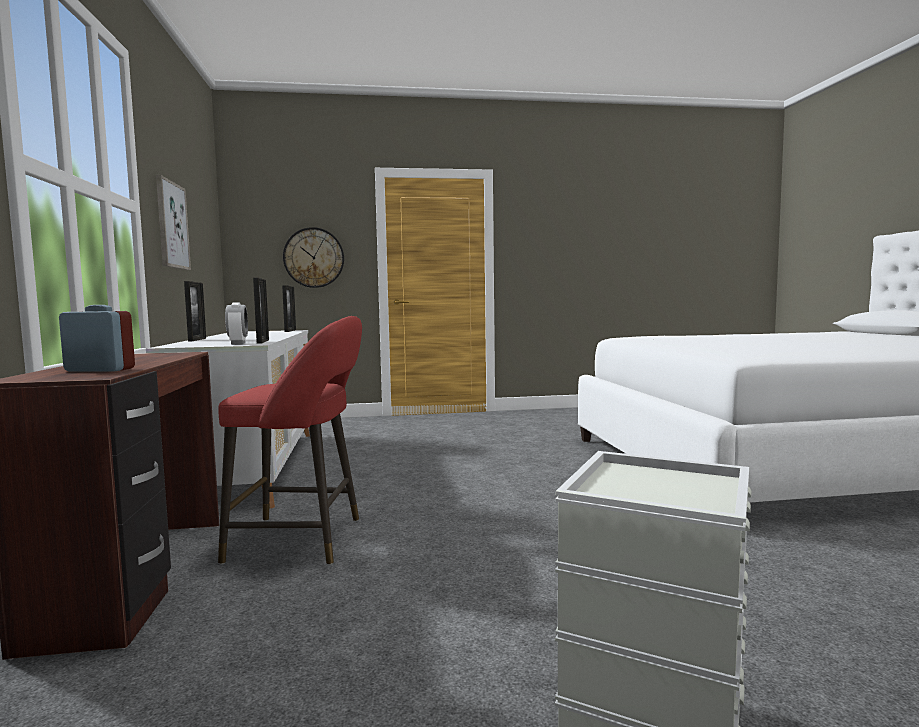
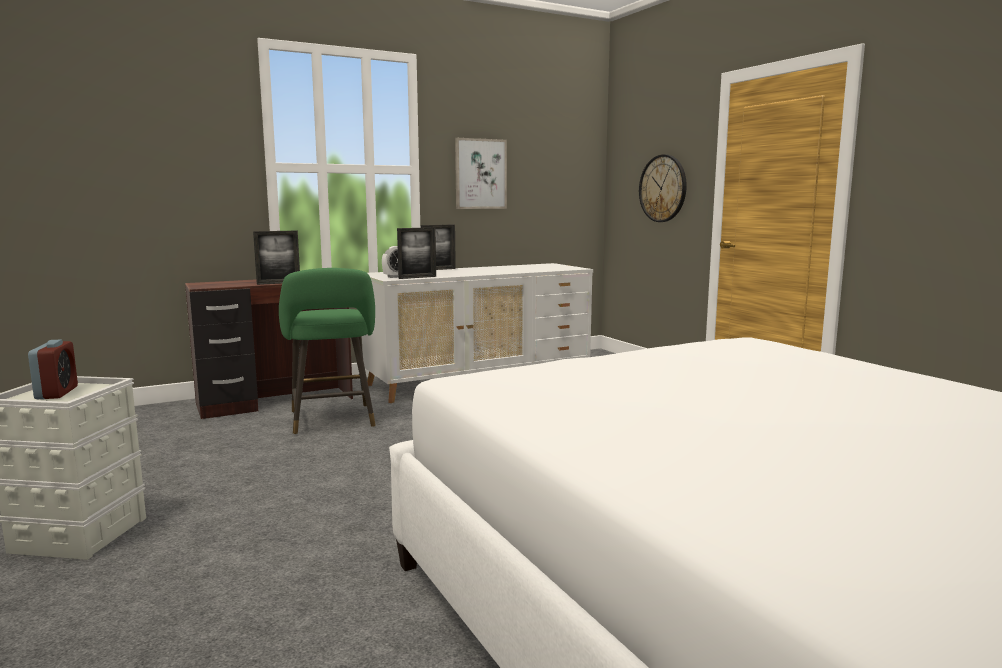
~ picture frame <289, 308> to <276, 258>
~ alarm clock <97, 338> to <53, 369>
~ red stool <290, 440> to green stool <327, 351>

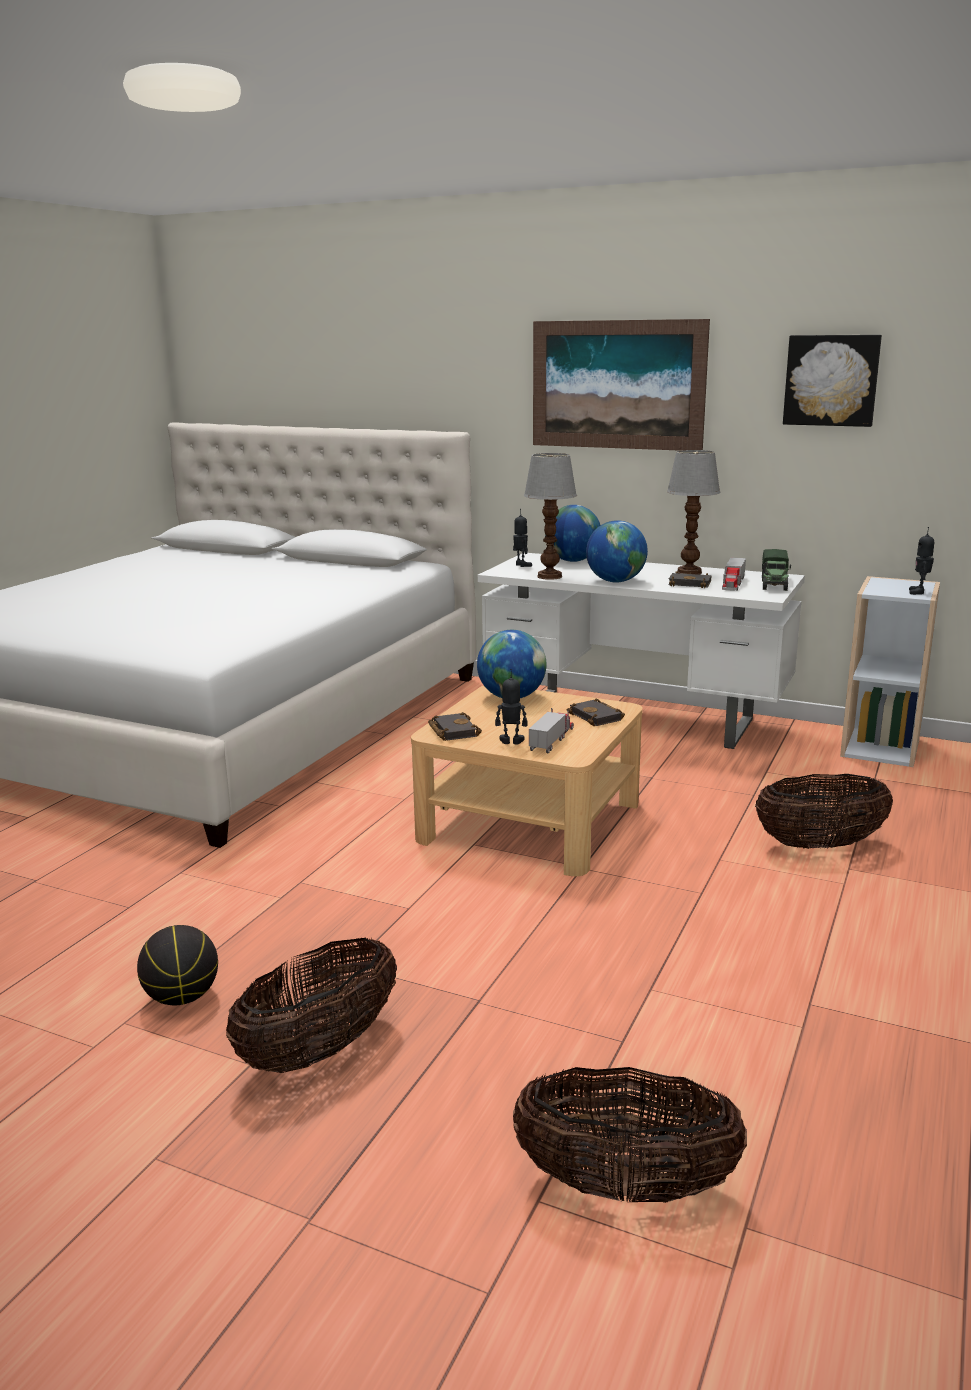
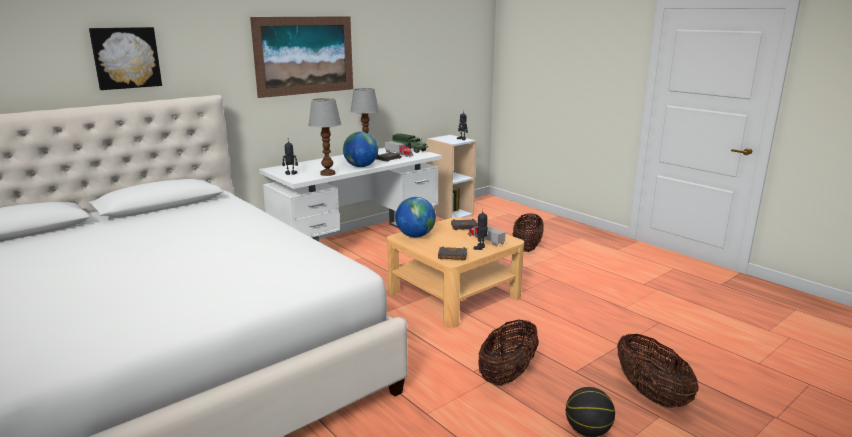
~ picture <832, 381> to <125, 58>
- globe <572, 533>
~ basket <630, 1135> to <508, 353>

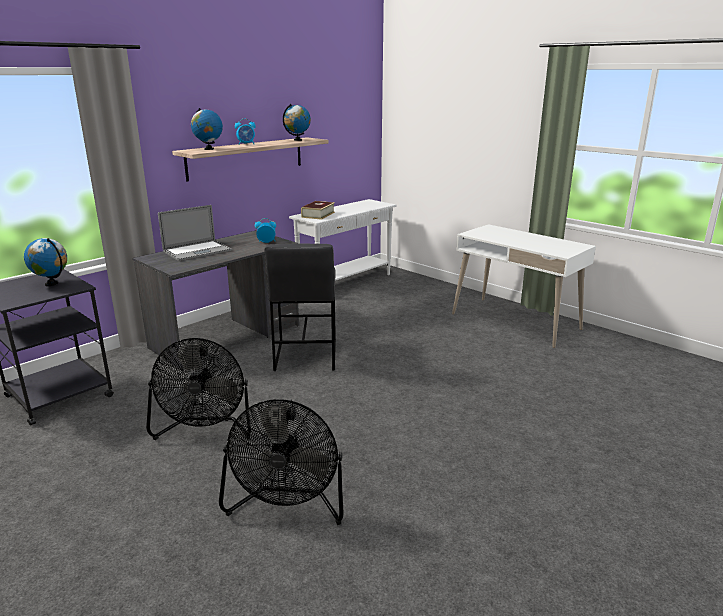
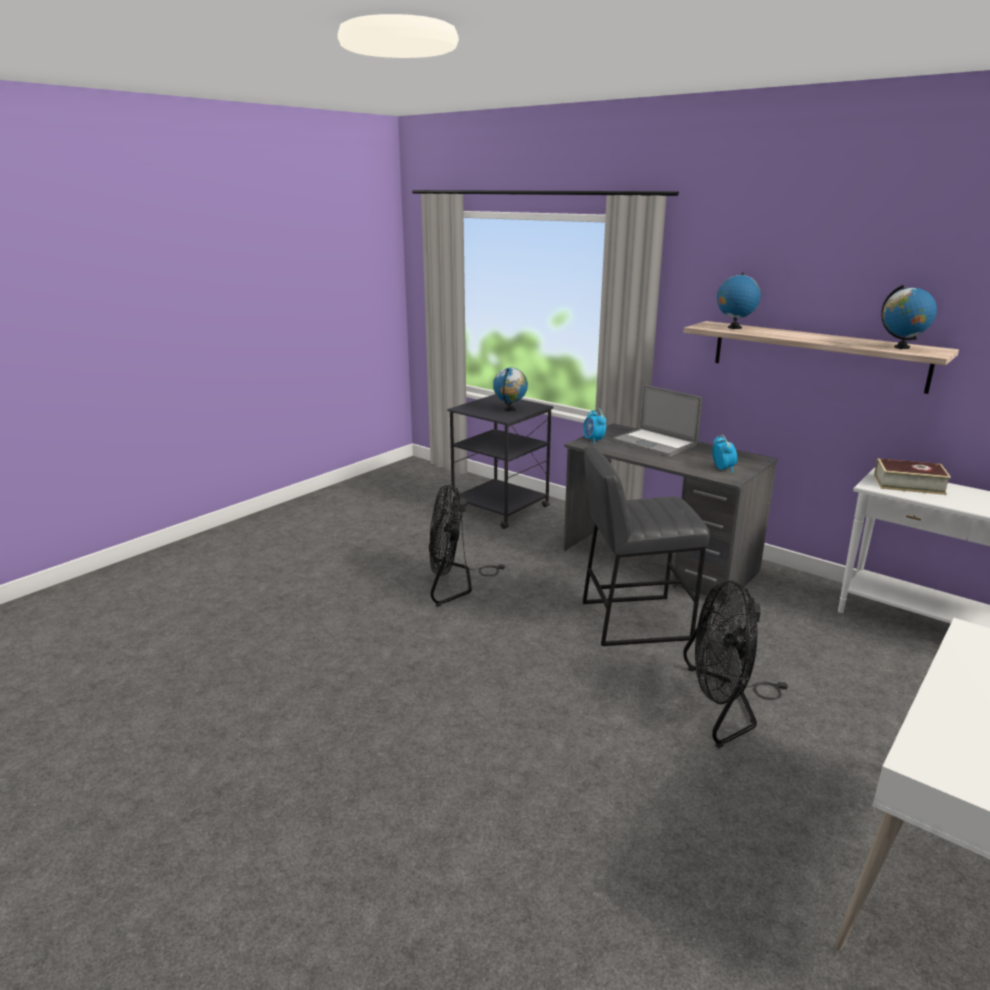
~ alarm clock <245, 132> to <594, 426>
~ black fan <281, 462> to <736, 664>

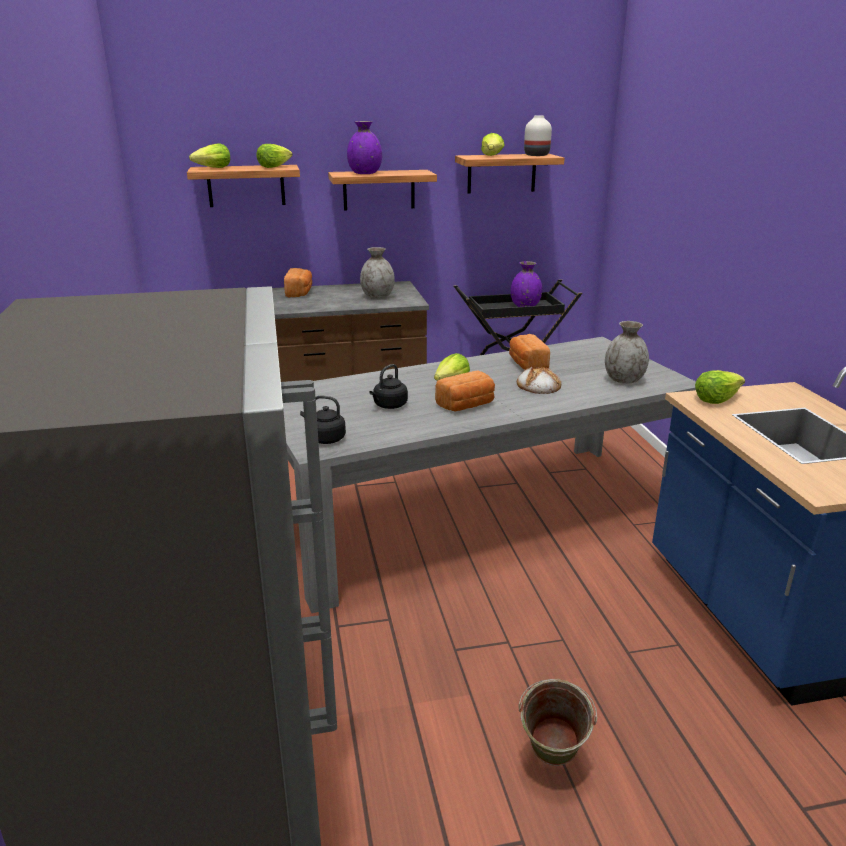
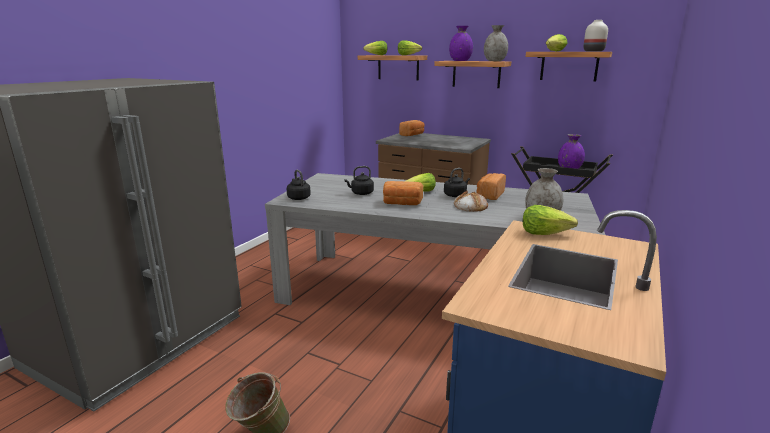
~ grey vase <377, 272> to <496, 43>
+ black kettle <457, 182>

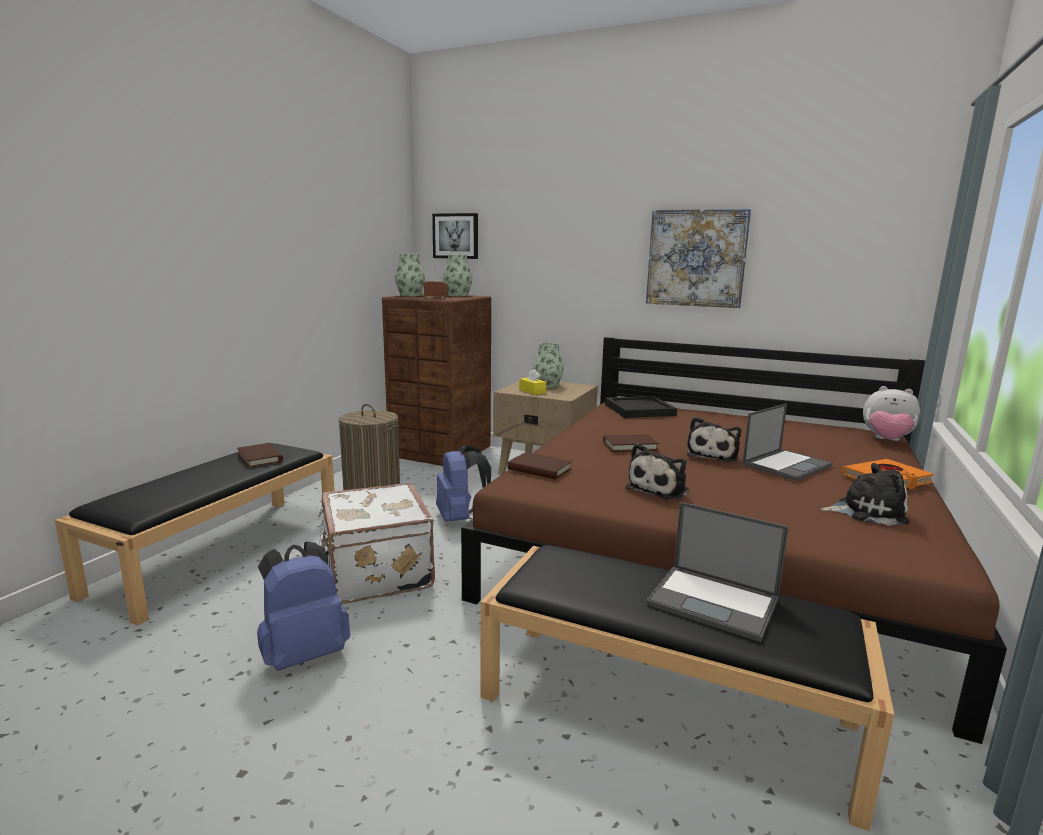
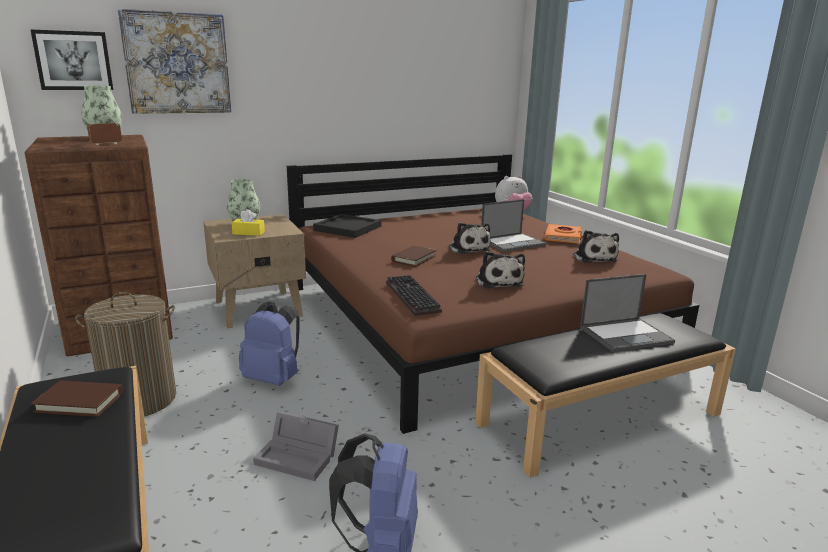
~ picture <698, 258> to <174, 61>
- vase <410, 275>
~ laptop <787, 442> = <513, 225> 60 degrees clockwise
~ brown book <539, 466> to keyboard <414, 295>
~ plush toy <865, 494> = <596, 246> 120 degrees clockwise
~ white suitcase <377, 543> to grey storage box <296, 446>

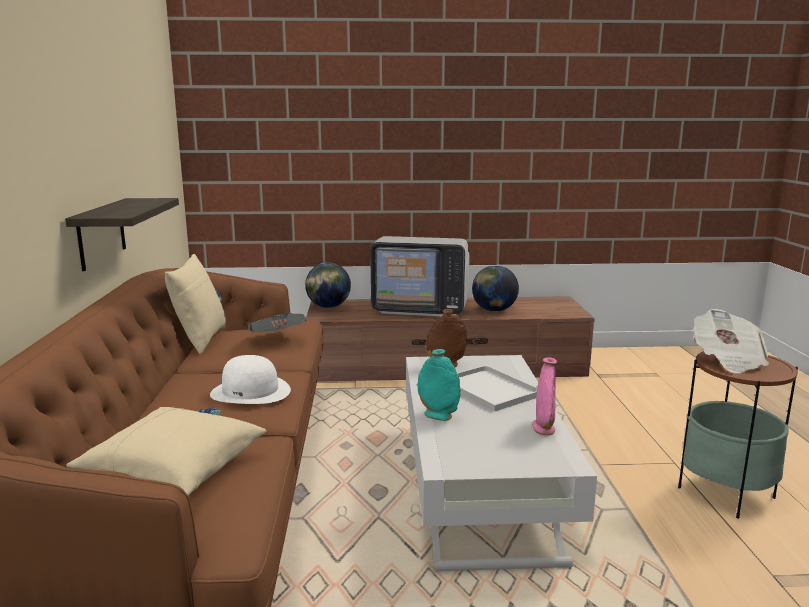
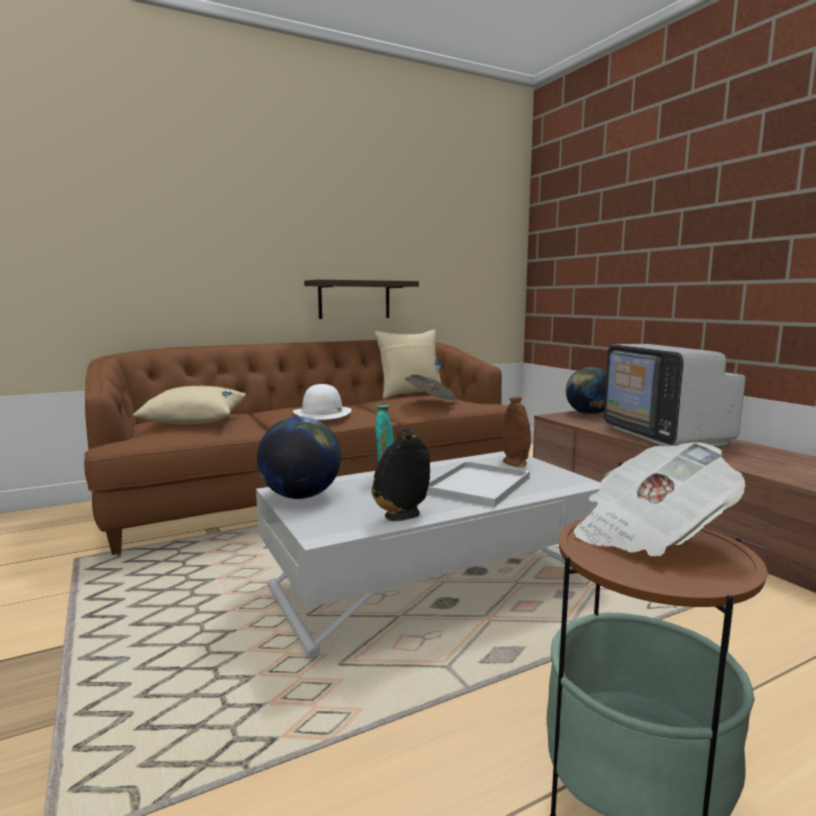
~ globe <495, 288> to <299, 457>
~ pink vase <544, 396> to black vase <401, 474>

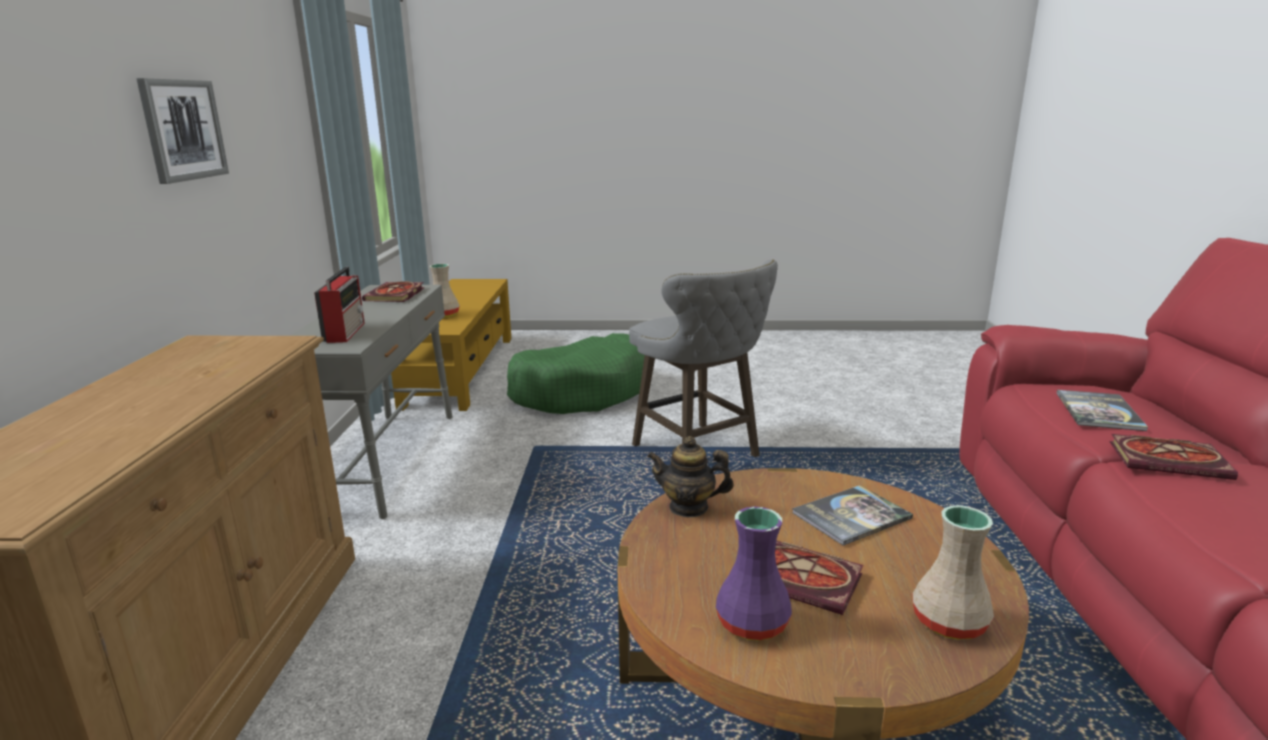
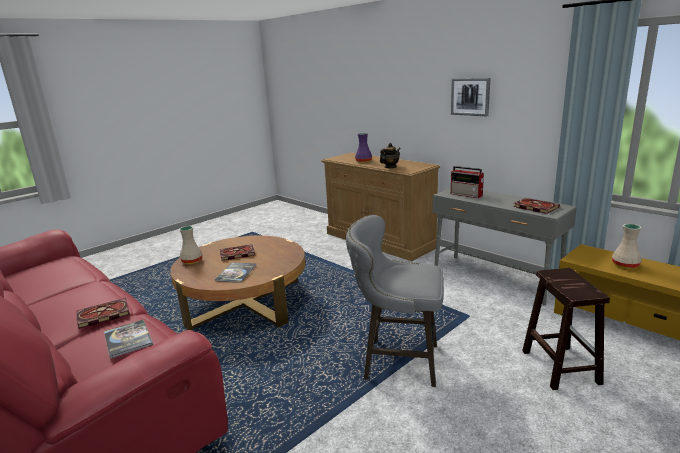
~ green dog bed <576, 373> to brown stool <566, 329>
~ teapot <690, 477> to <390, 155>
~ purple vase <754, 574> to <363, 148>

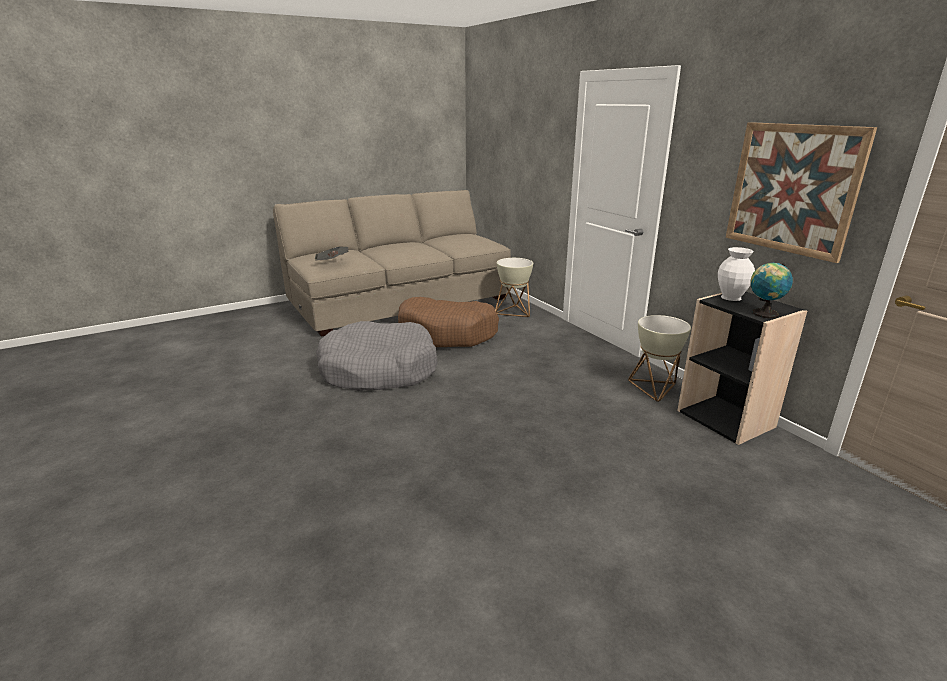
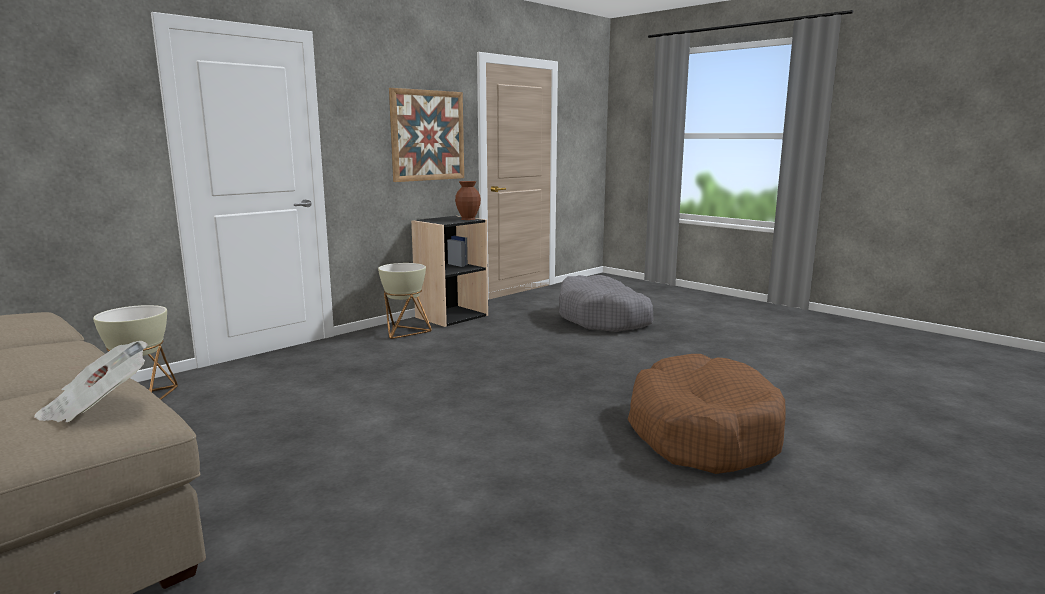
- white vase <736, 274>
~ globe <771, 290> to brown vase <468, 200>
~ brown dog bed <448, 322> to <706, 414>
~ grey dog bed <377, 356> to <606, 303>

